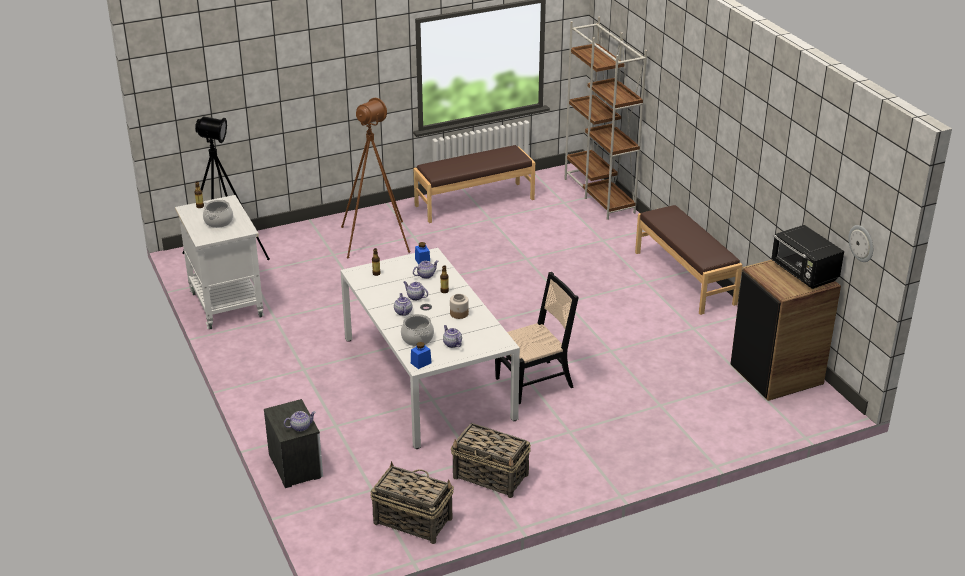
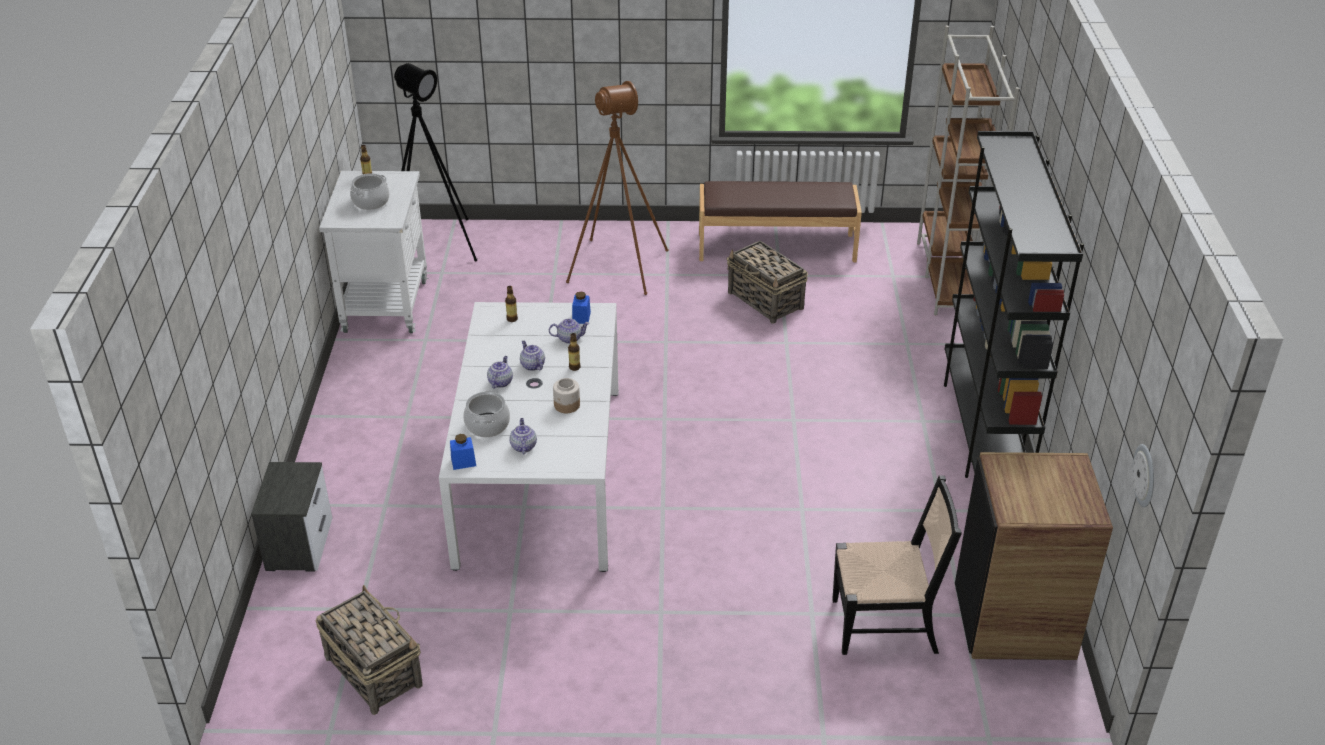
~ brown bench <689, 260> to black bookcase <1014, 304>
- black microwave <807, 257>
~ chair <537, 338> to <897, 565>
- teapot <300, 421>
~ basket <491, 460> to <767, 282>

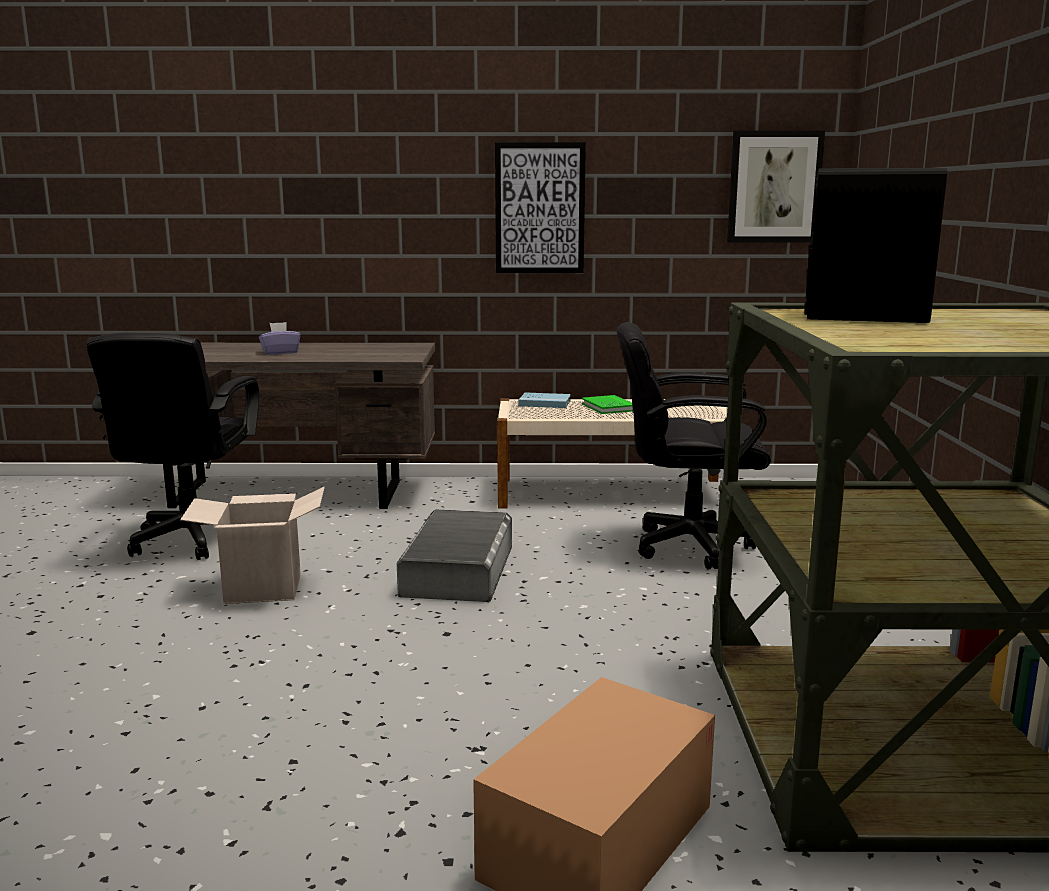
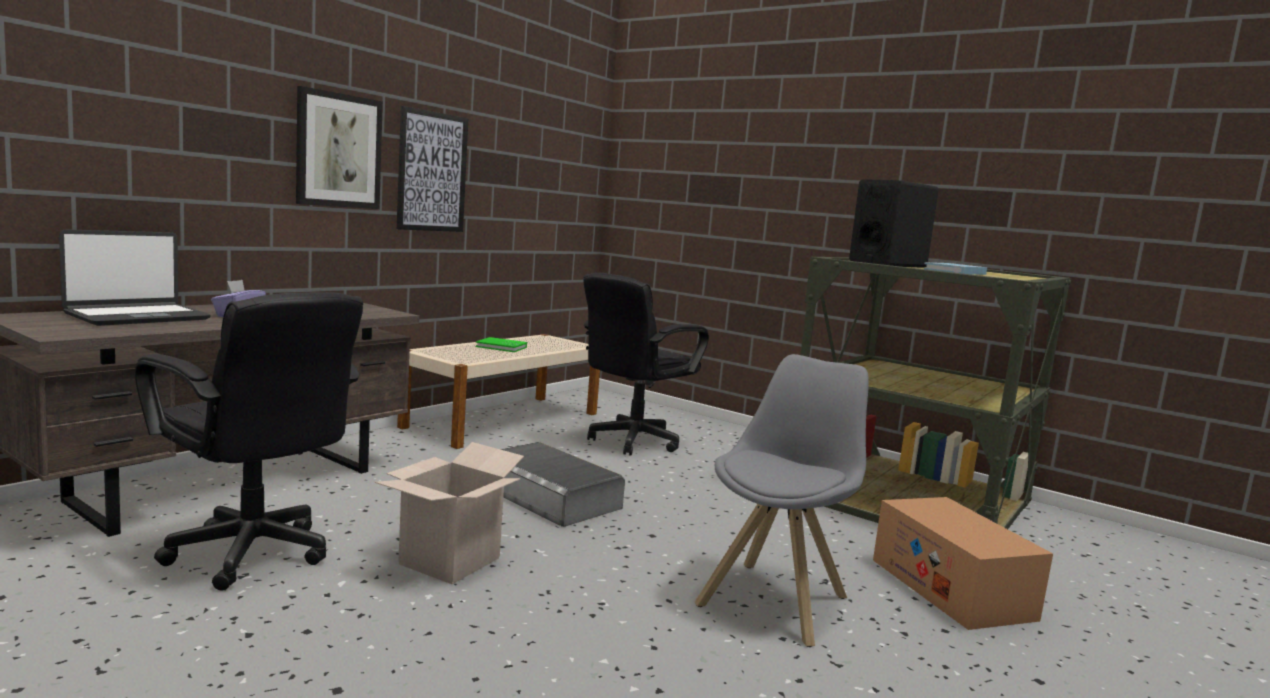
~ picture <776, 186> to <339, 147>
~ blue book <544, 400> to <955, 268>
+ laptop <135, 277>
+ grey chair <782, 500>

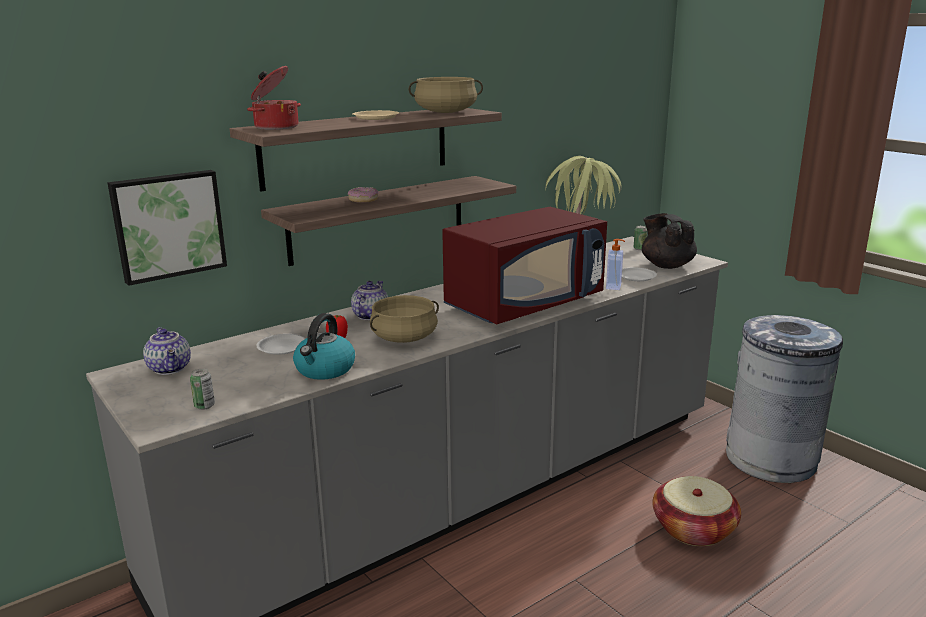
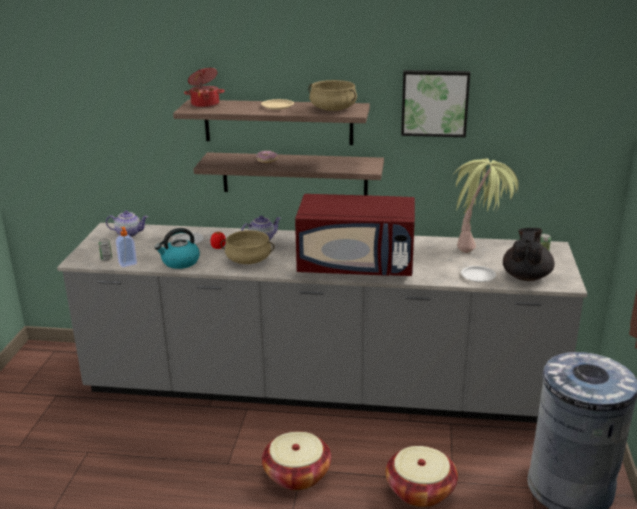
~ picture <167, 228> to <435, 103>
~ soap dispenser <615, 264> to <126, 247>
~ teapot <167, 351> = <127, 224> 105 degrees counterclockwise
+ basket <296, 461>

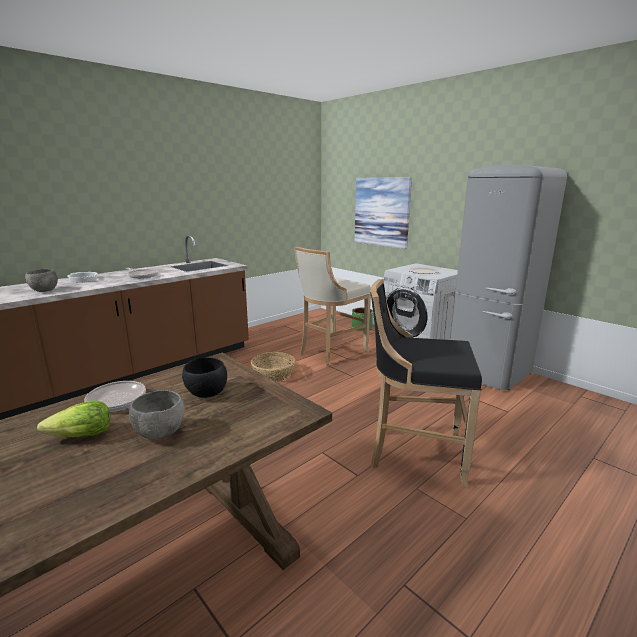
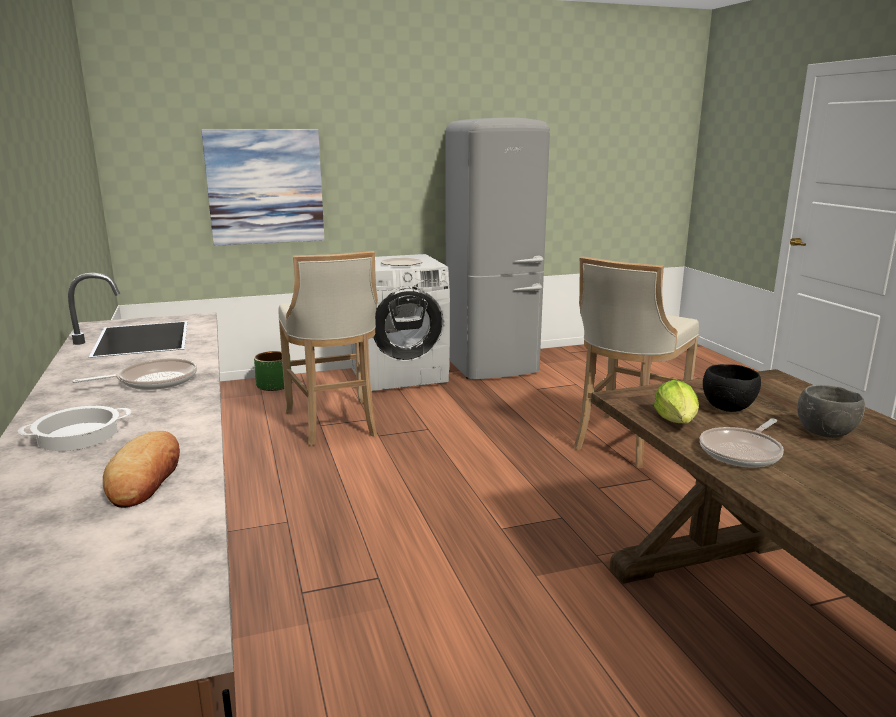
~ grey bowl <41, 280> to bread <141, 469>
~ black stool <426, 383> to beige stool <636, 362>
- basket <273, 367>
~ lettuce <73, 418> to <676, 402>

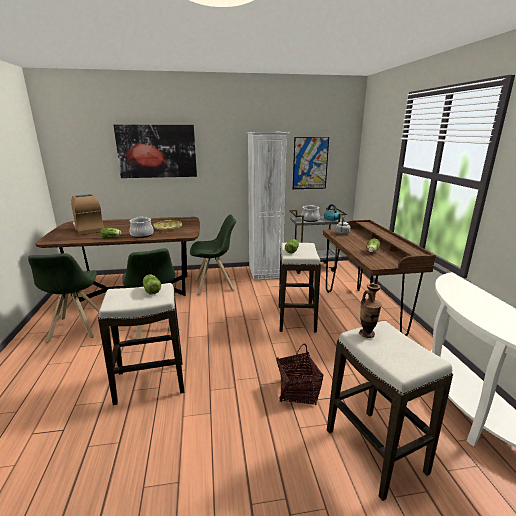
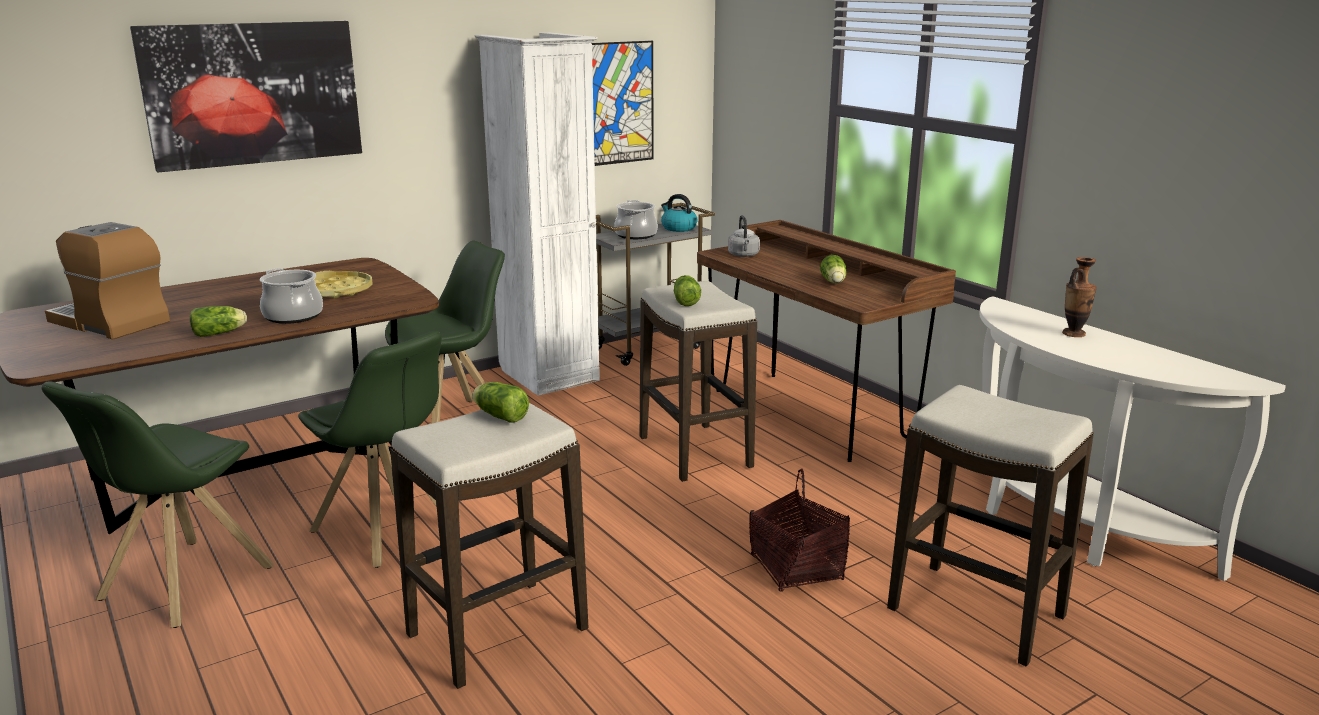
~ green chair <64, 297> = <157, 504> 60 degrees clockwise
~ vase <370, 310> to <1079, 297>

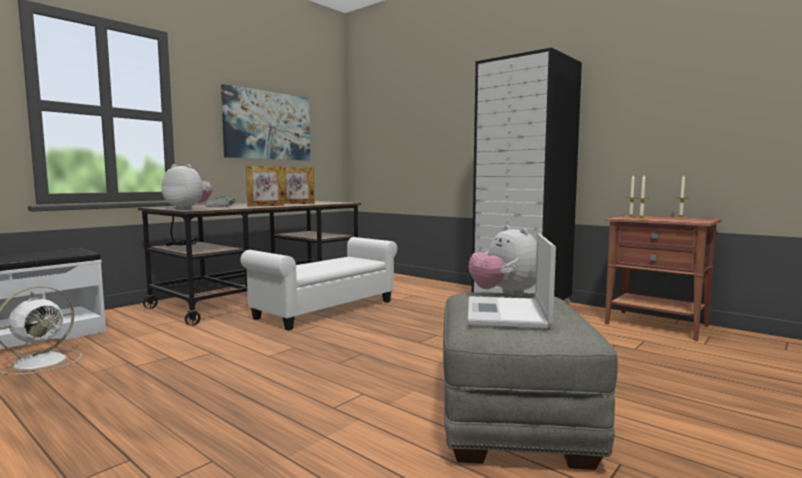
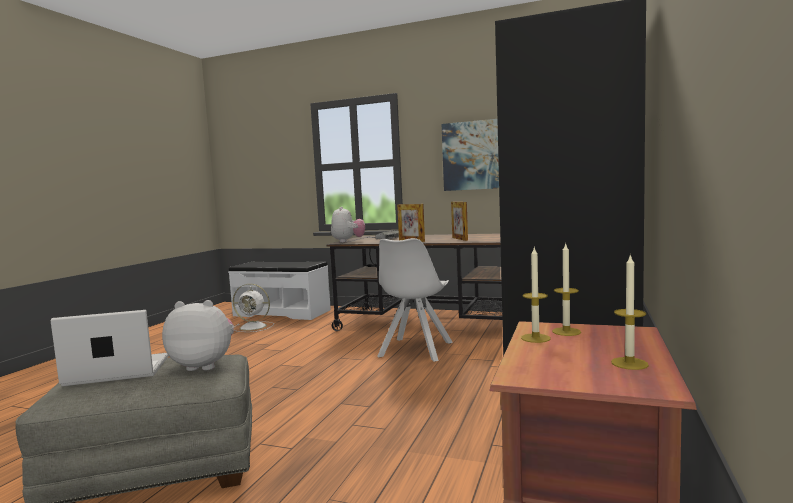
~ plush toy <503, 261> = <198, 335> 45 degrees clockwise
~ white ottoman <318, 283> to white chair <415, 300>

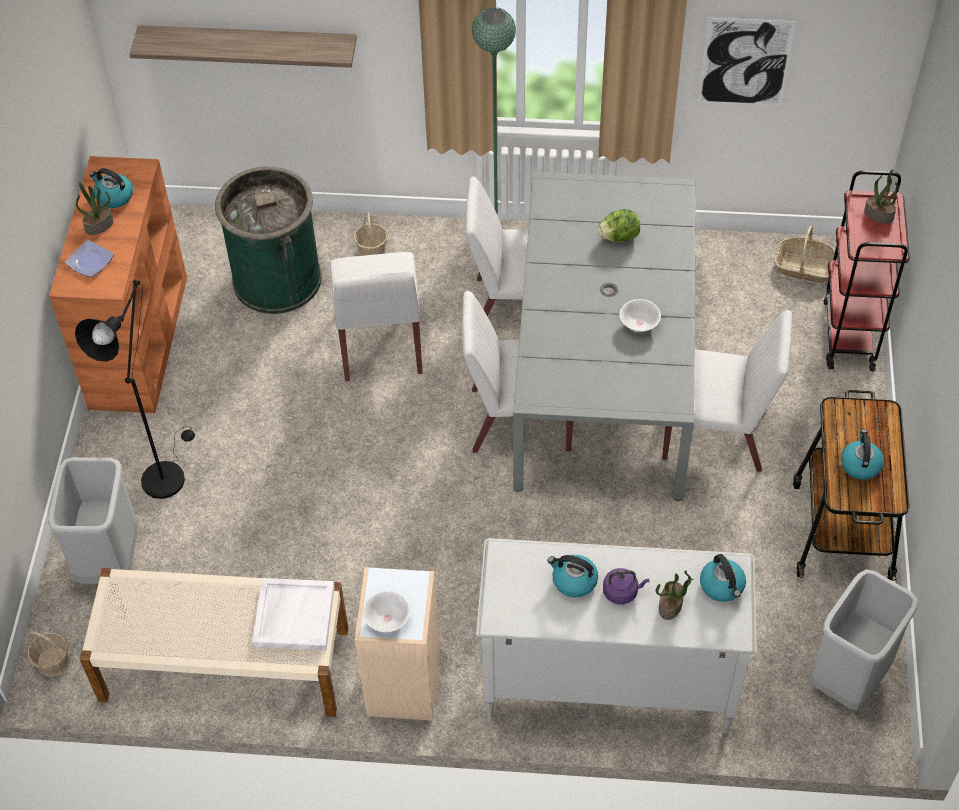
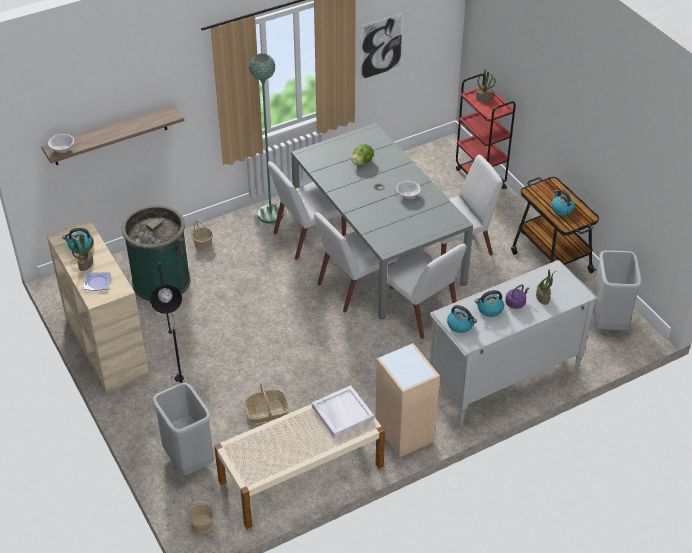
~ orange bookcase <118, 284> to beige bookcase <97, 306>
~ basket <805, 254> to <267, 403>
~ white chair <376, 316> to <426, 291>
~ kettle <723, 578> to <462, 319>
~ white bowl <386, 611> to <61, 143>

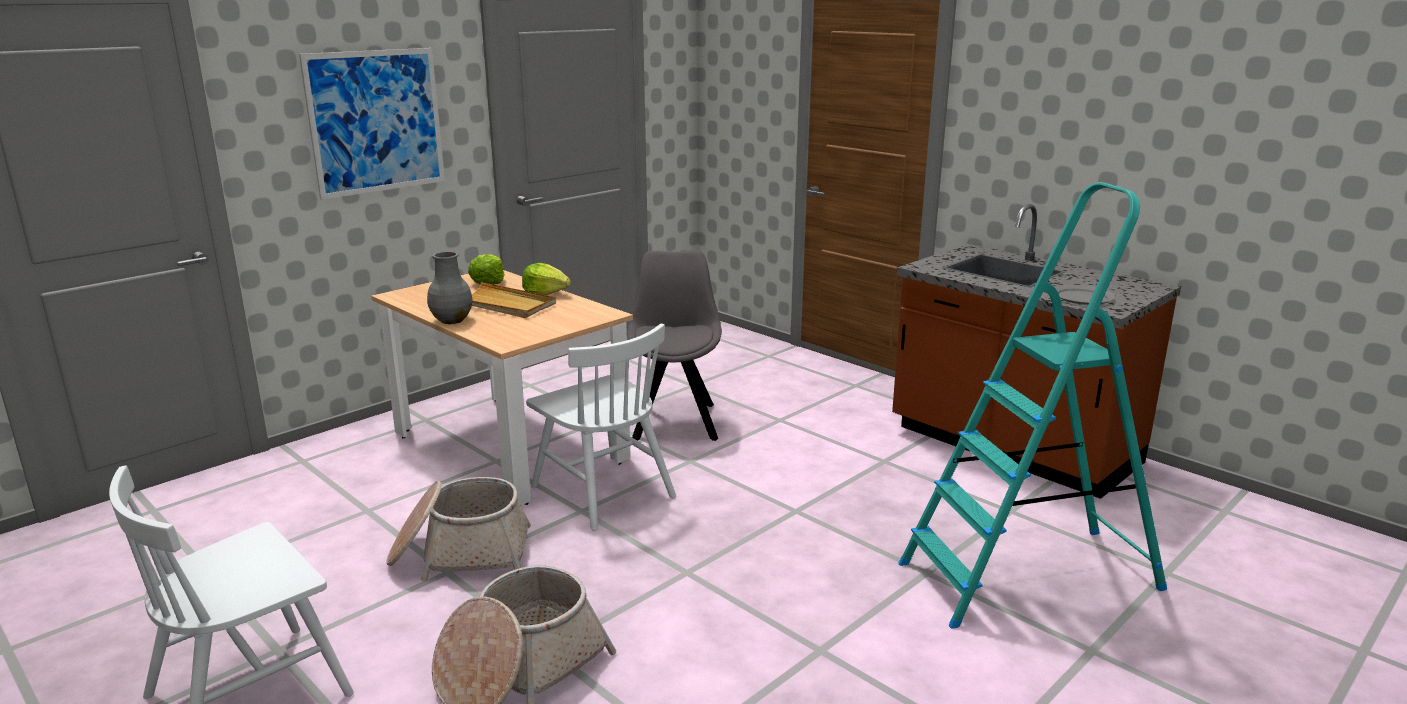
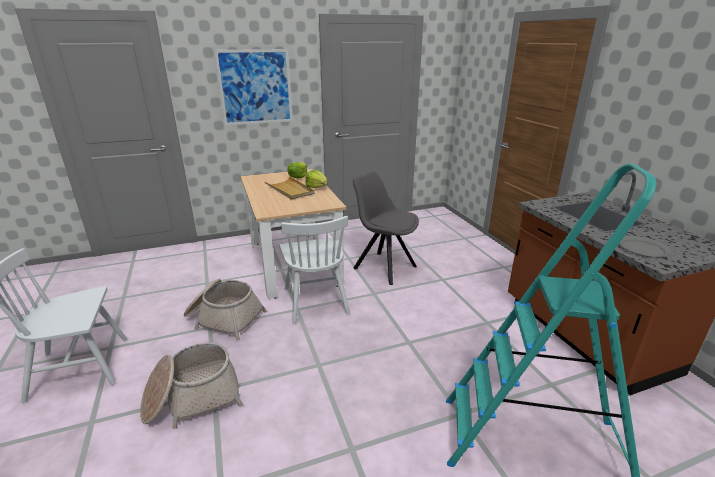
~ grey chair <674, 345> = <386, 228> 75 degrees counterclockwise
- grey vase <450, 287>

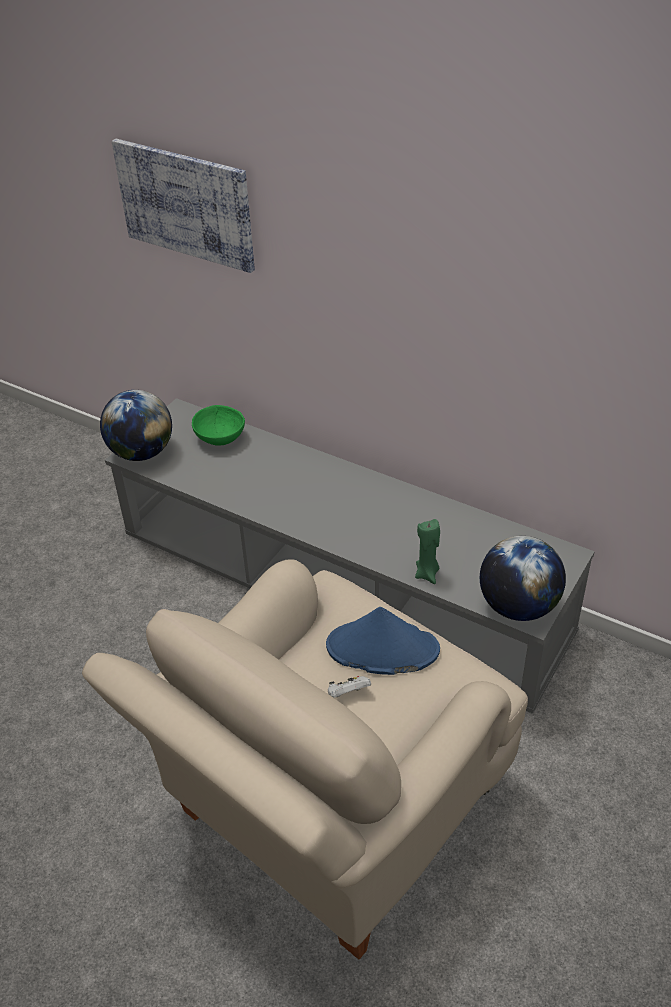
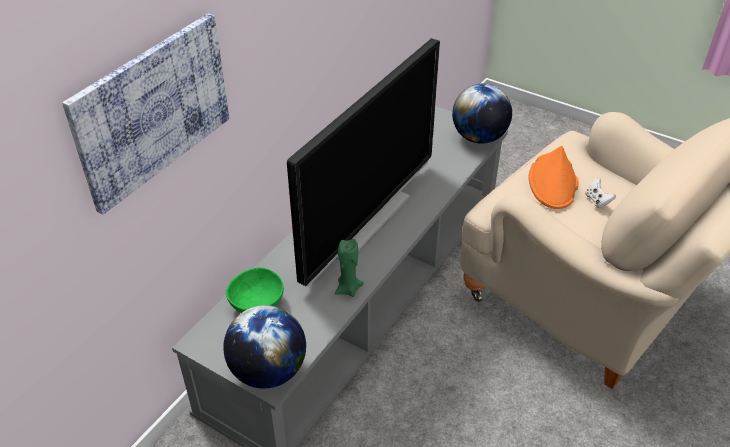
~ green candle <427, 551> to <349, 268>
~ blue hat <383, 641> to orange hat <554, 177>
+ television <363, 162>

